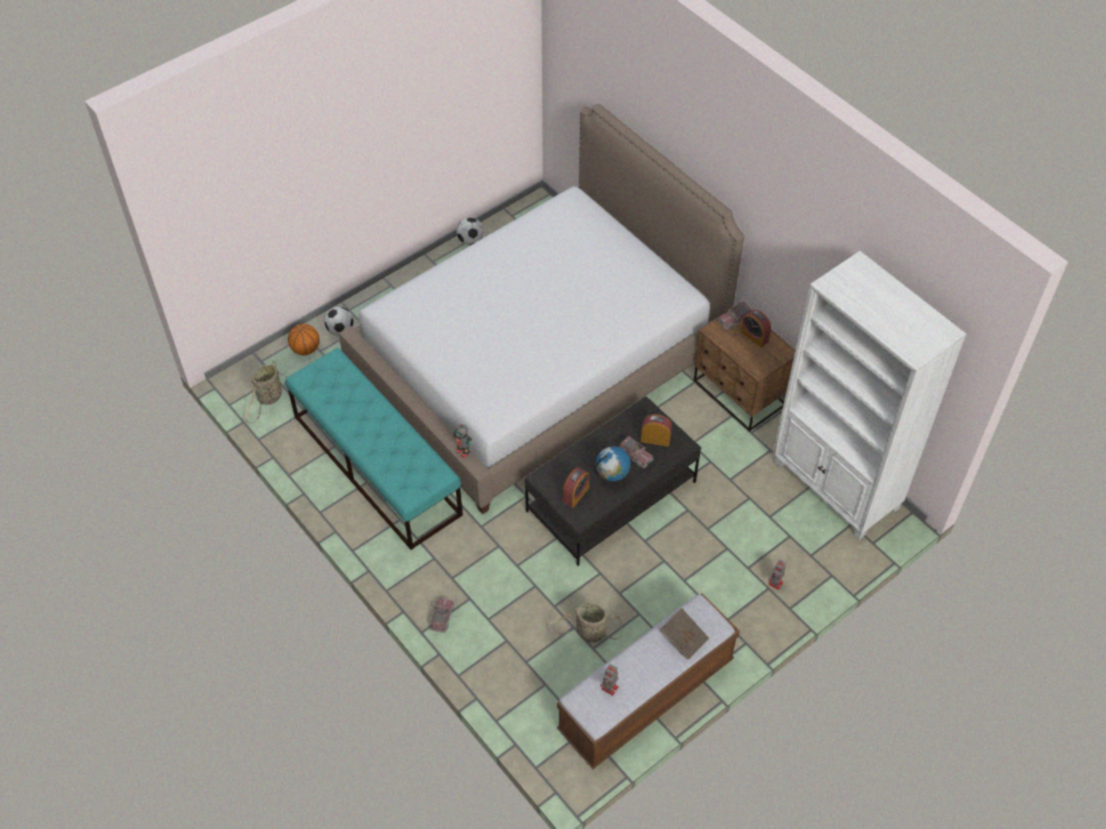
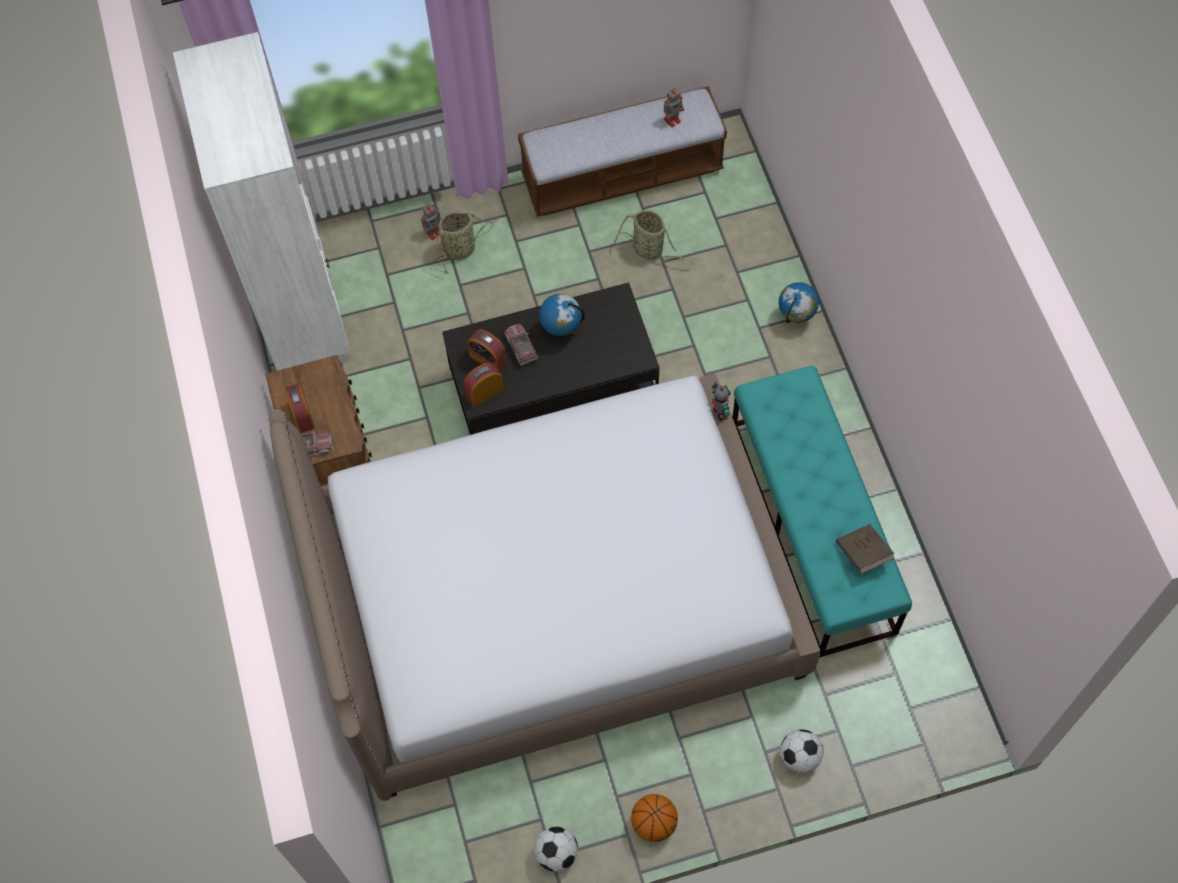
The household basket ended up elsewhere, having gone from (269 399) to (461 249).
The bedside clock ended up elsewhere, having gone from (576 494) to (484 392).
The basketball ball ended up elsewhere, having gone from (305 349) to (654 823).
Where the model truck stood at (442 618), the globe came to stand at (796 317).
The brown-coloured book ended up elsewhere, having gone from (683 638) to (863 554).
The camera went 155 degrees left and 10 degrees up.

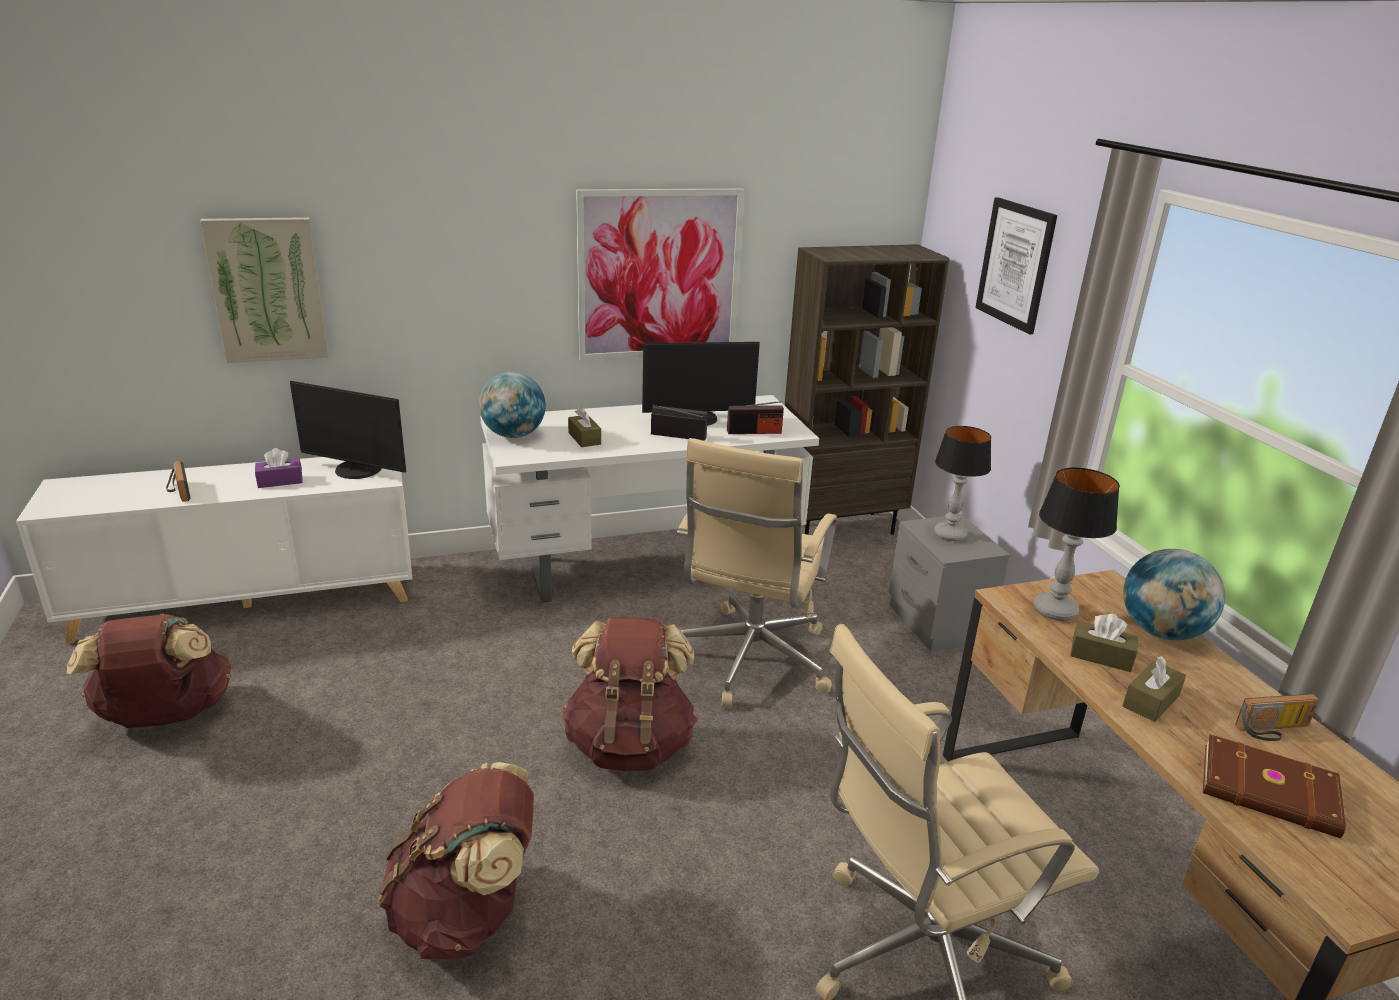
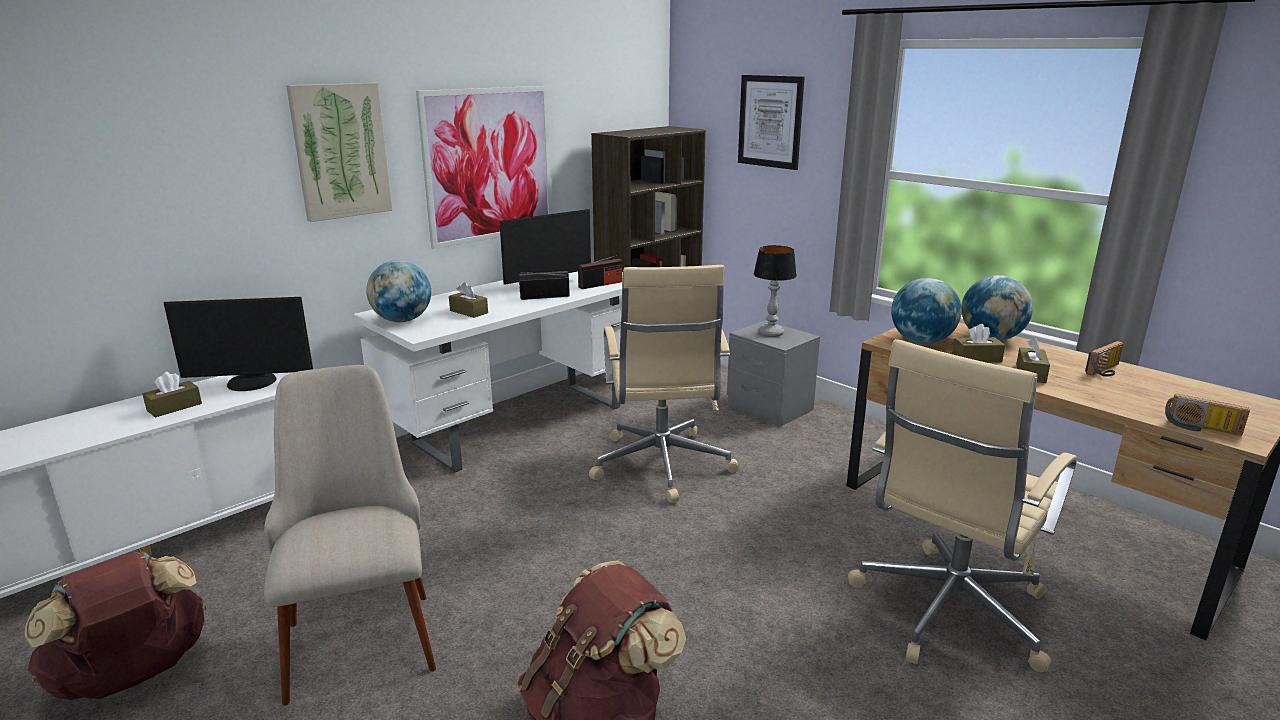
What was the purple tissue box at (280 481) turned into the brown-coloured tissue box at (174 407).
The second view gained the sand-coloured upright chair at (360 626).
The picture ended up elsewhere, having gone from (267 290) to (340 151).
Where the lamp for a table stood at (1055 610), the globe came to stand at (921 342).
The radio ended up elsewhere, having gone from (178 491) to (1201 428).
The second view lost the brown-coloured backpack at (630 744).
The second view lost the brown-coloured book at (1269 792).
The camera went 25 degrees left and 5 degrees down.

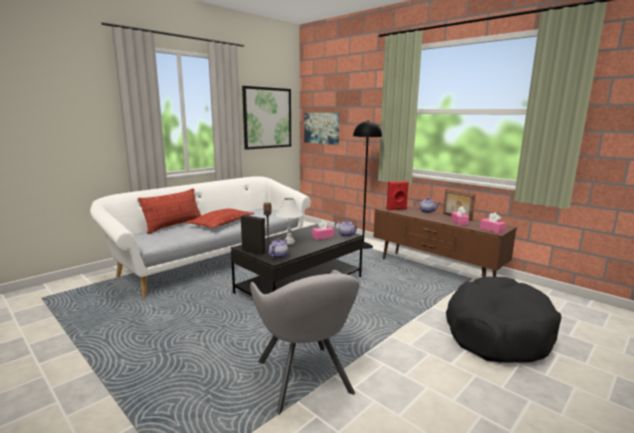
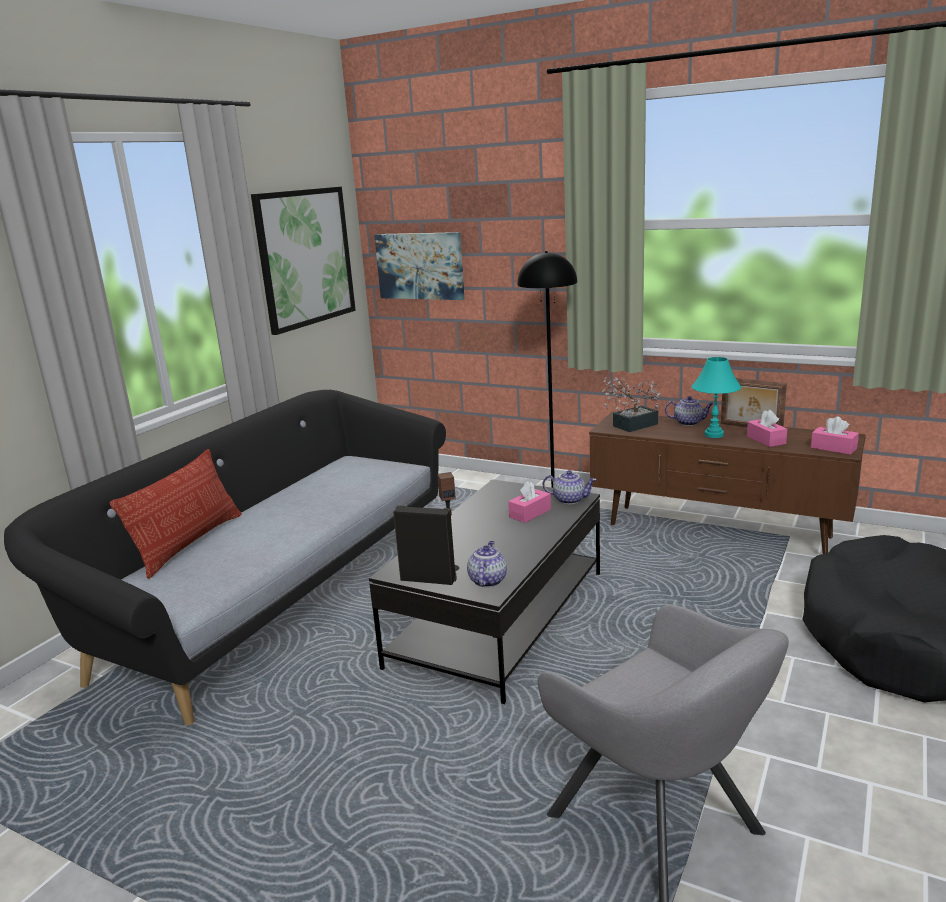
What was the white settee at (214 260) turned into the black settee at (277 595).
Where the red-coloured audio speaker stood at (396 209), the plant in a pot came to stand at (631 426).
The second view gained the turquoise-coloured lamp for a table at (714 435).
The second view lost the cushion at (221 223).
The second view lost the white lamp for a table at (289 242).
The camera went 15 degrees left and 5 degrees up.

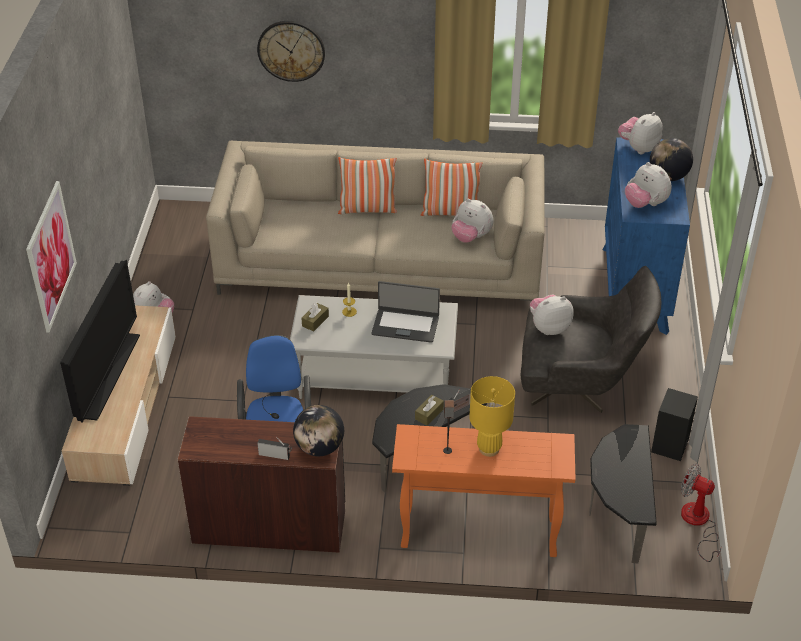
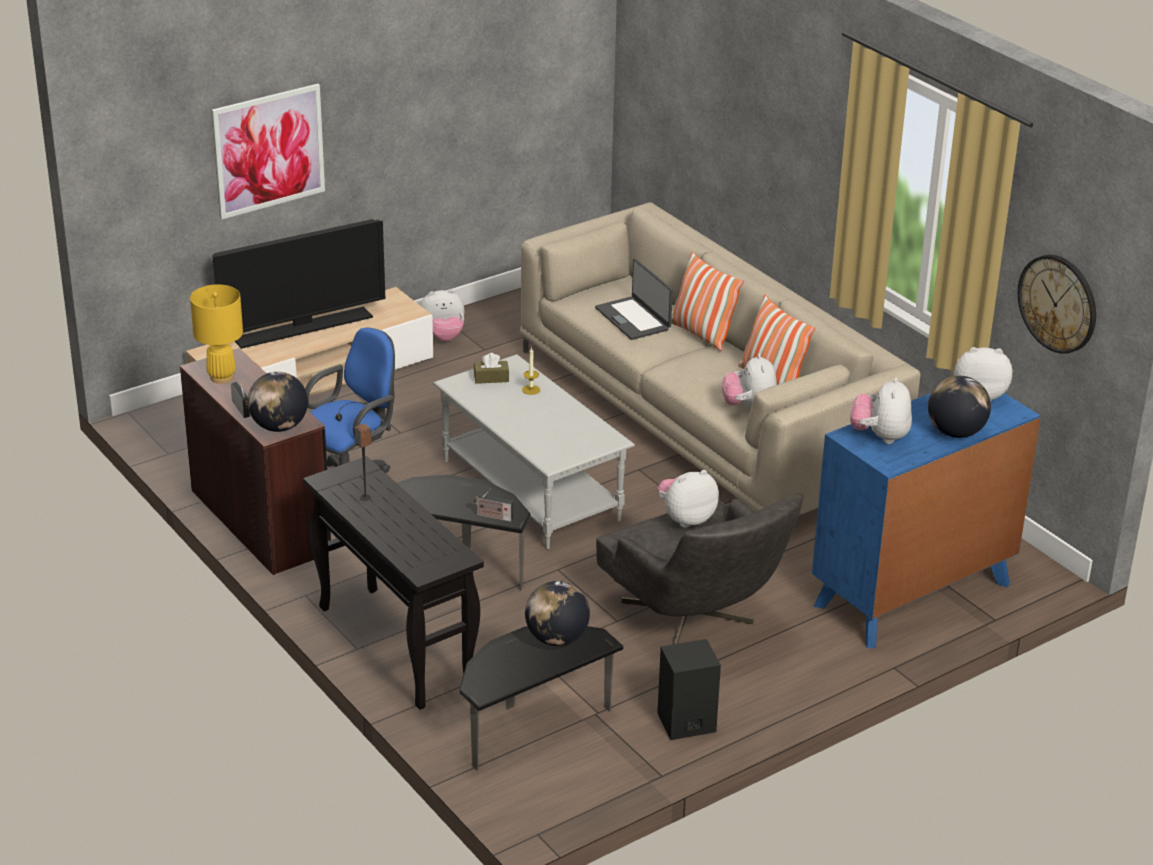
The yellow-coloured lamp for a table ended up elsewhere, having gone from (489 449) to (221 377).
What was the orange narrow table at (477 533) turned into the black narrow table at (394 646).
The second view gained the globe at (557 639).
The portable computer ended up elsewhere, having gone from (405 325) to (633 318).
The plush toy at (549 327) ended up facing another way, 60 degrees counterclockwise from before.
The clock on the wall ended up elsewhere, having gone from (291 50) to (1058 303).
The second view lost the brown-coloured tissue box at (429 414).
The second view lost the cooling fan at (698 523).
The camera went 50 degrees right and 10 degrees down.

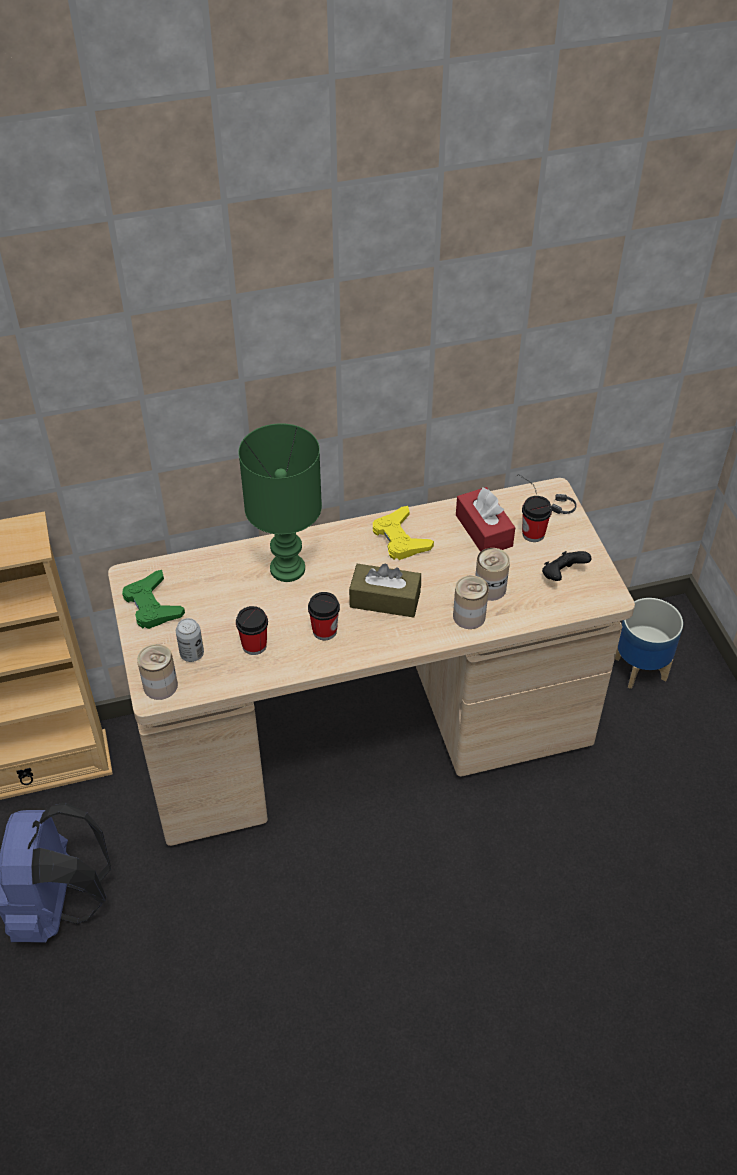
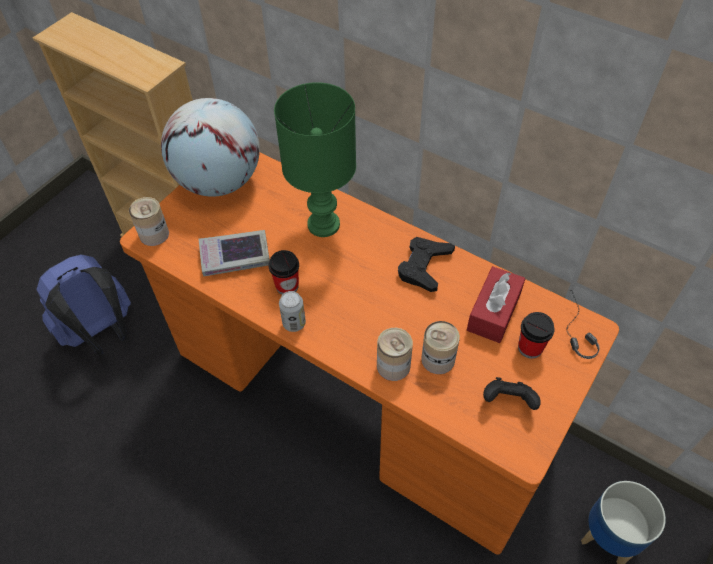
What was the sand-coloured desk at (368 739) turned into the orange desk at (359 399).
Where the green-coloured game controller stood at (152 605), the globe came to stand at (219 182).
Where the drinking cup stood at (254 645), the book came to stand at (235 257).
The metal can ended up elsewhere, having gone from (192 654) to (294 323).
What was the yellow-coloured game controller at (400 539) turned into the black game controller at (424 266).
The second view lost the brown-coloured tissue box at (385 599).
The camera went 50 degrees right and 5 degrees up.

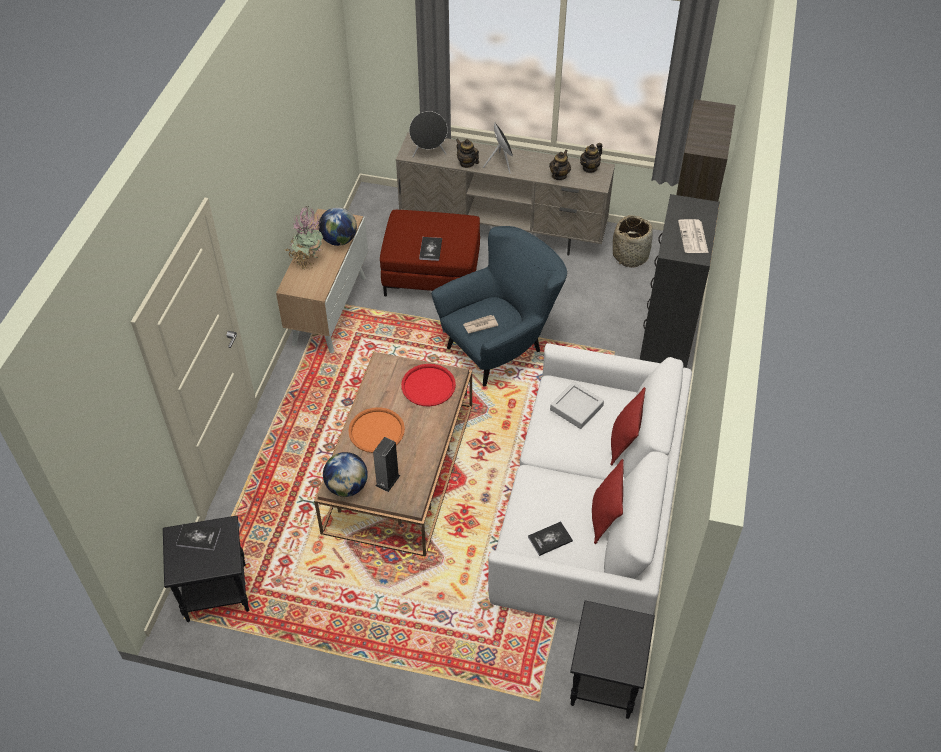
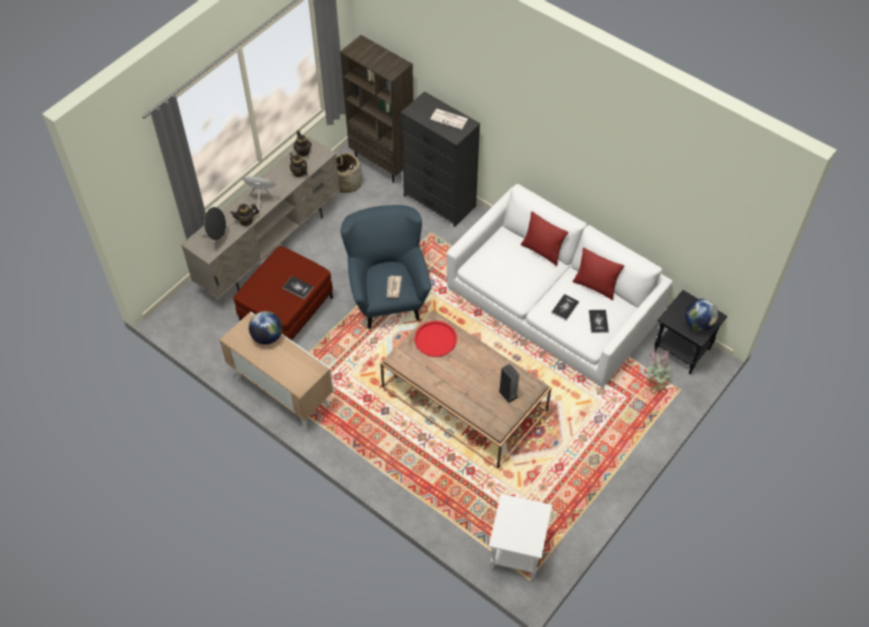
What was the black side table at (217 591) turned into the white side table at (516 551).
The book ended up elsewhere, having gone from (198 537) to (565 307).
The plant in a pot ended up elsewhere, having gone from (308 261) to (654 384).
The globe ended up elsewhere, having gone from (347 486) to (698 324).
The second view lost the orange serving tray at (376 431).
The second view lost the gray serving tray at (576 408).
The camera went 65 degrees left and 5 degrees up.

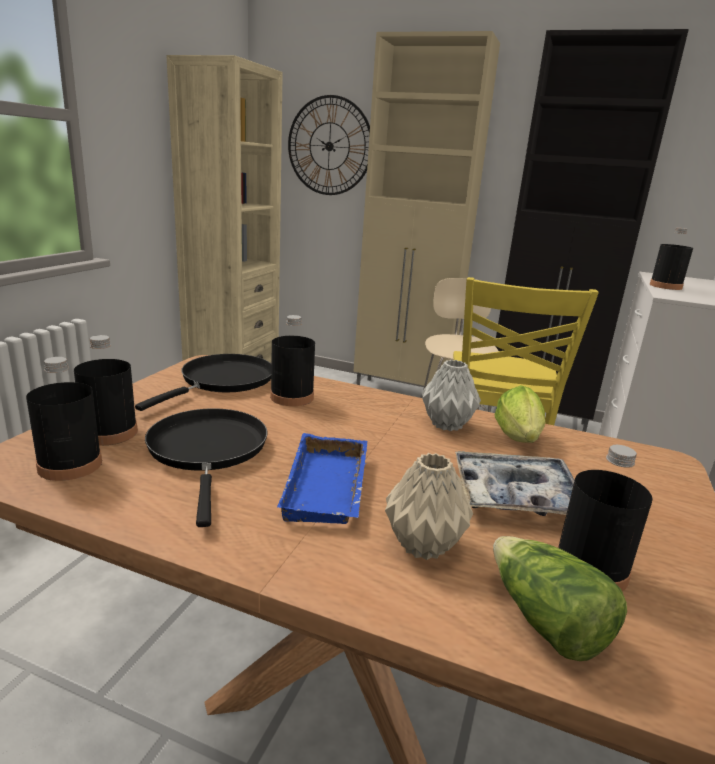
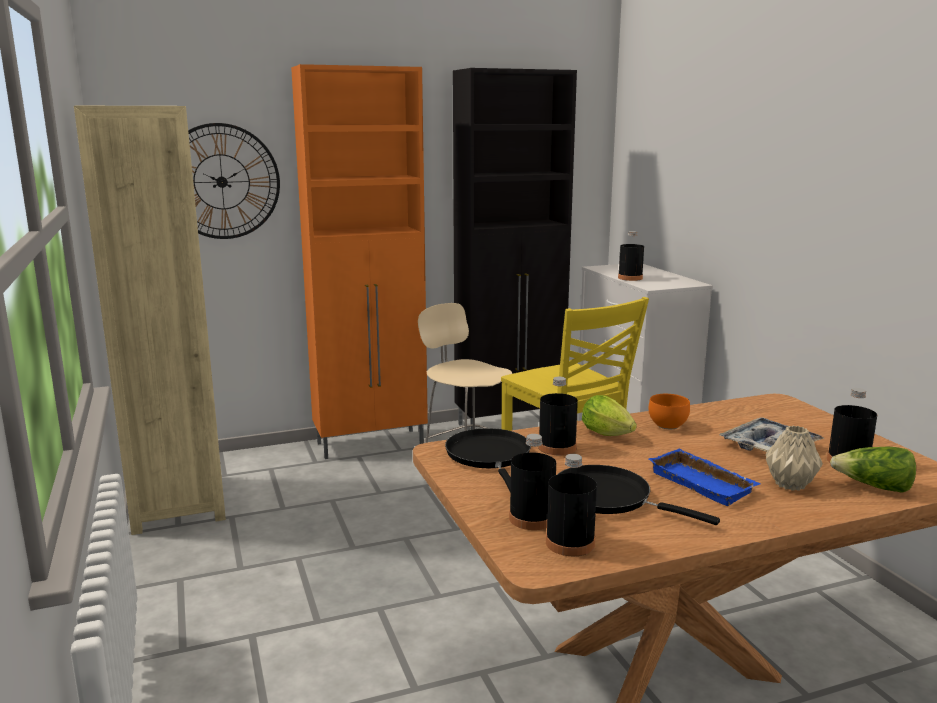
What was the sand-coloured cupboard at (403 393) turned into the orange cupboard at (372 444).
The head of lettuce ended up elsewhere, having gone from (519 440) to (609 435).
Where the gray decorative vase stood at (447 424), the orange bowl came to stand at (666 425).
The camera went 40 degrees left and 5 degrees down.

